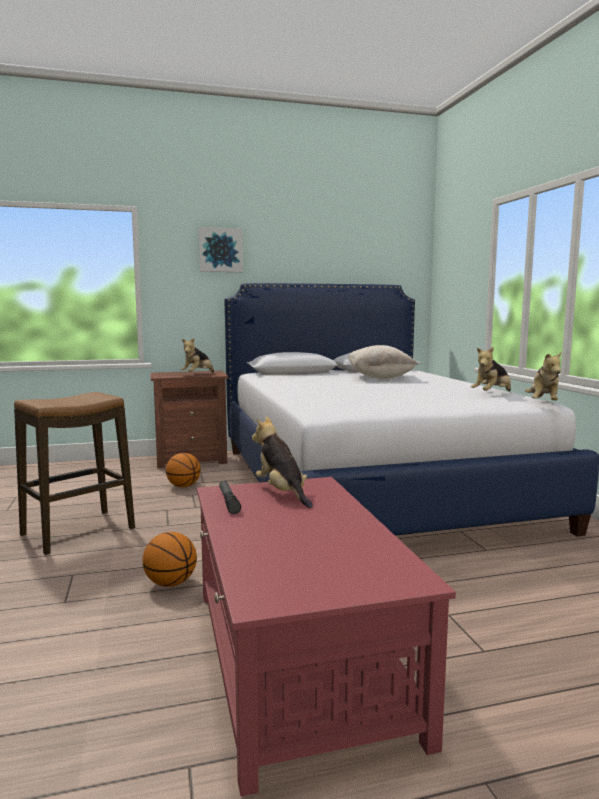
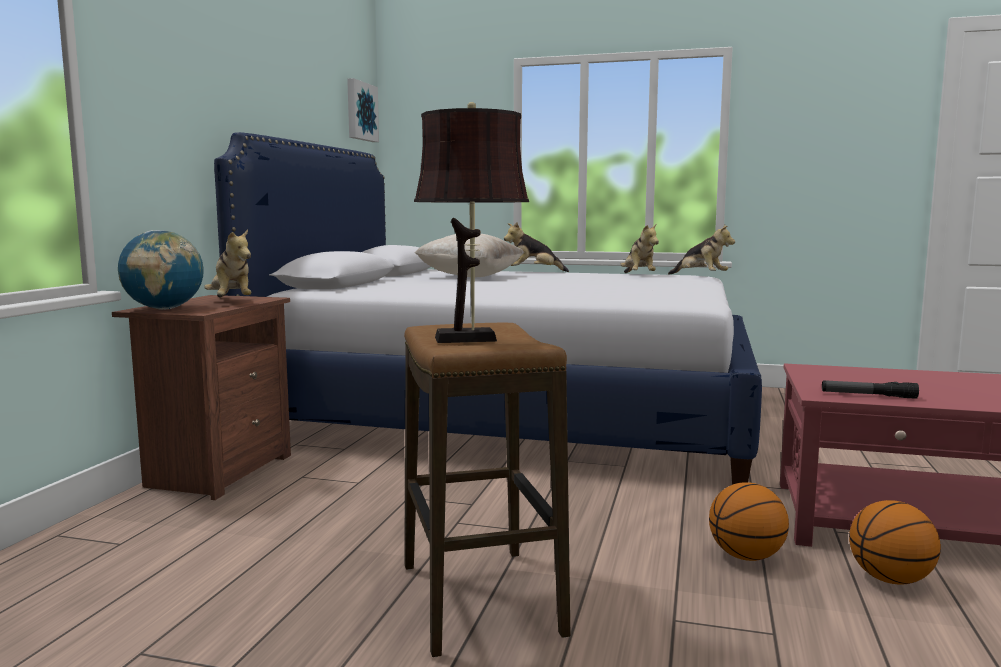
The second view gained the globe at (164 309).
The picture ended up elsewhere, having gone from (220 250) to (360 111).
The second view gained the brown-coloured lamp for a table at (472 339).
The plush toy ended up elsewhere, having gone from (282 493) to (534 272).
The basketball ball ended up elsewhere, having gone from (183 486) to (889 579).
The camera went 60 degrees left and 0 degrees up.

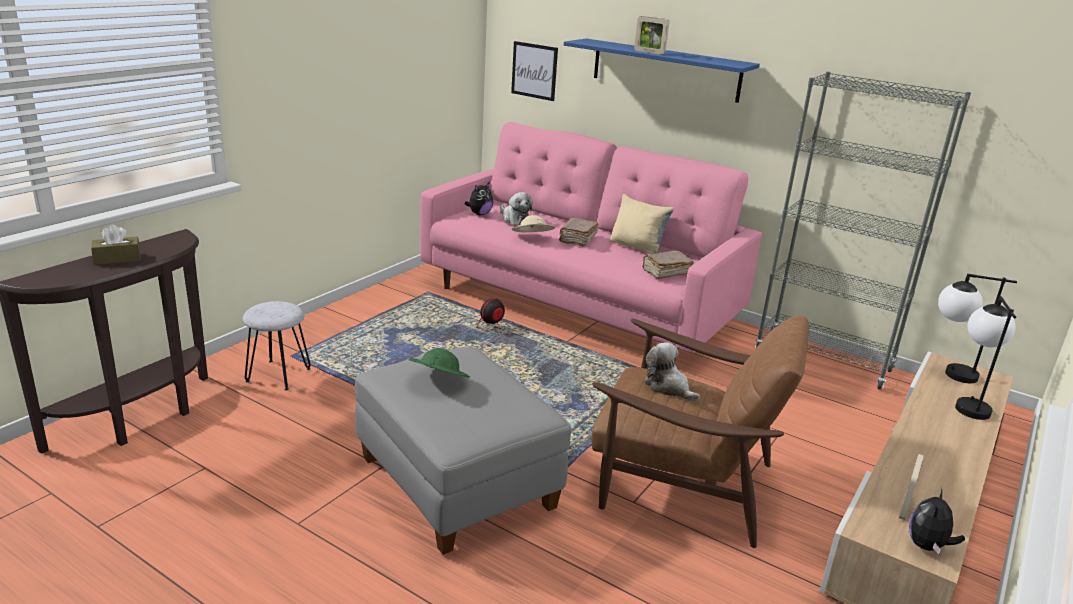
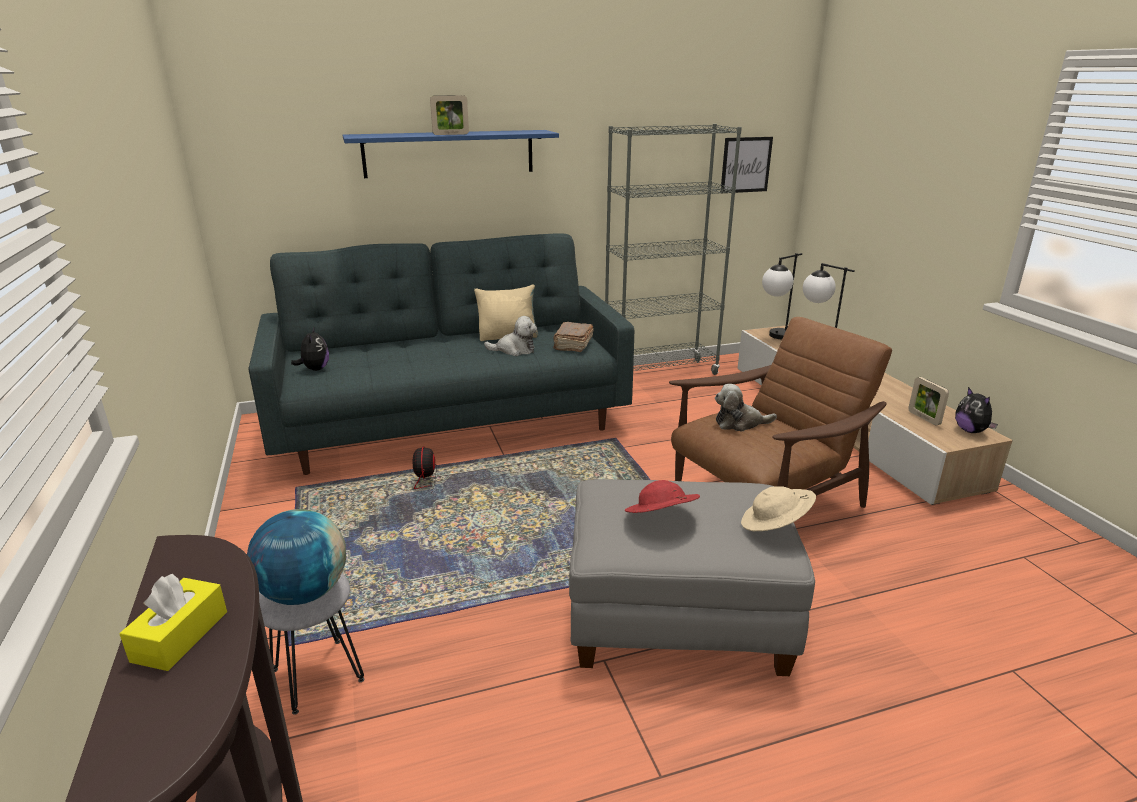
What was the brown-coloured tissue box at (117 258) turned into the yellow-coloured tissue box at (180 636).
The second view gained the globe at (304 593).
What was the pink settee at (578 305) turned into the gray settee at (452 423).
The plush toy ended up elsewhere, having gone from (514 219) to (514 350).
What was the green-coloured clothing hat at (438 381) turned into the red-coloured clothing hat at (660 519).
The picture ended up elsewhere, having gone from (534 71) to (746 165).
The sand-coloured clothing hat ended up elsewhere, having gone from (532 238) to (775 526).
The second view lost the brown-coloured book at (577 239).
The camera went 50 degrees left and 0 degrees up.

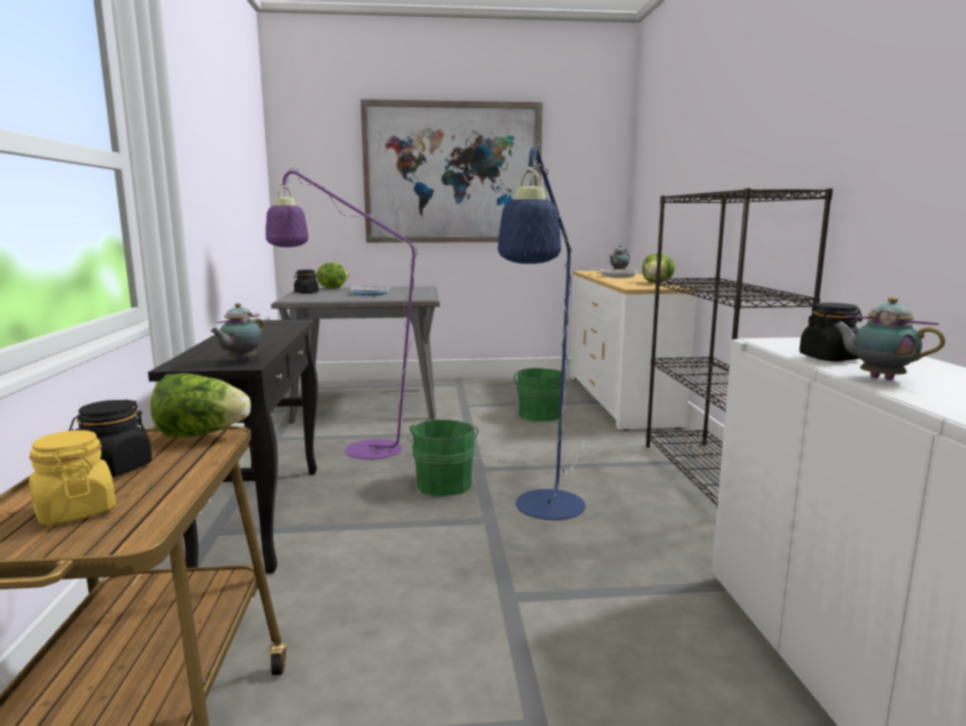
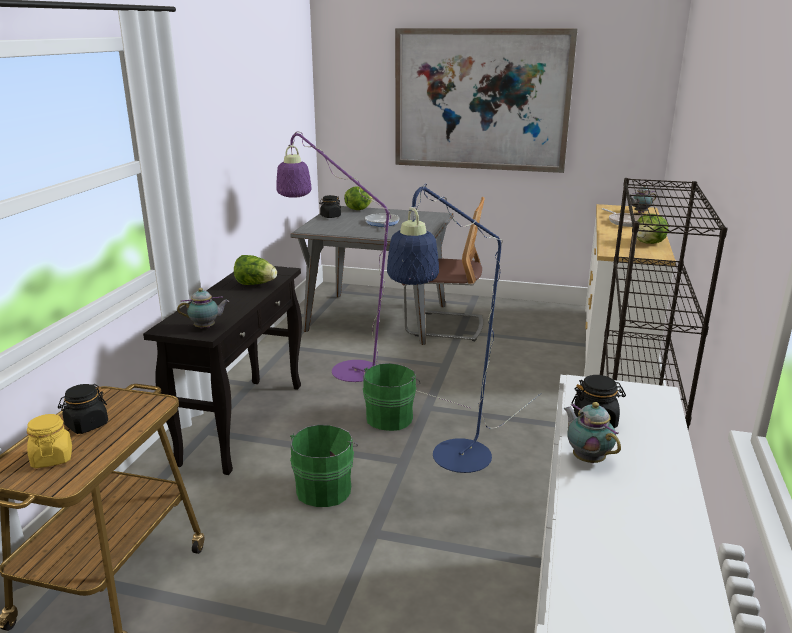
The pot for tea at (240 361) ended up facing another way, 150 degrees counterclockwise from before.
The head of lettuce ended up elsewhere, having gone from (202 435) to (255 284).
The green-coloured water bucket ended up elsewhere, having gone from (539 414) to (325 488).
The second view gained the upright chair at (444 326).
The camera went 20 degrees right and 10 degrees up.

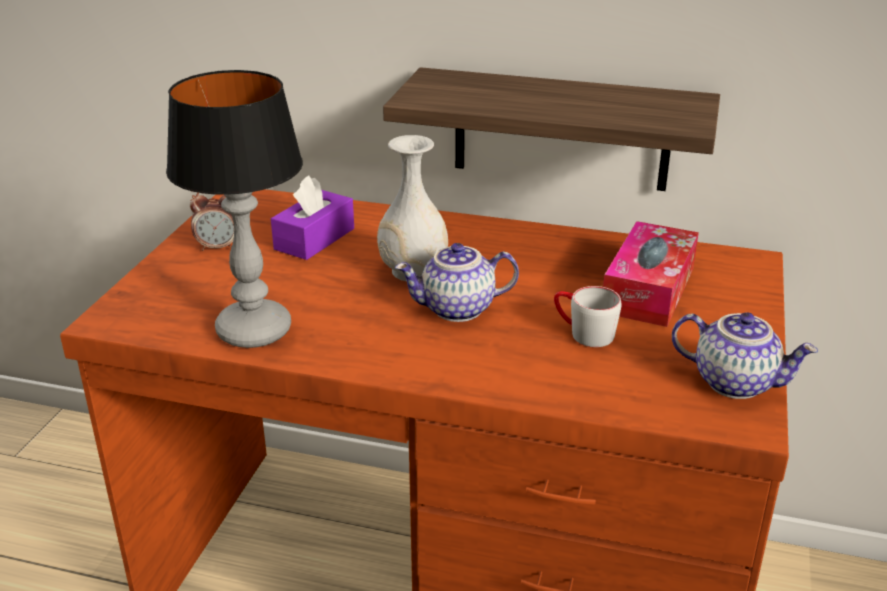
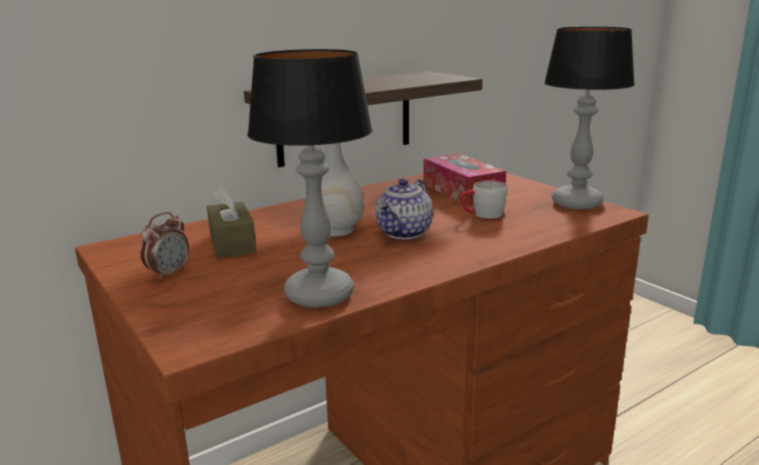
What was the purple tissue box at (314 239) turned into the brown-coloured tissue box at (232 243).
Where the pot for tea stood at (736 382), the lamp for a table came to stand at (575 203).
The camera went 50 degrees left and 10 degrees down.

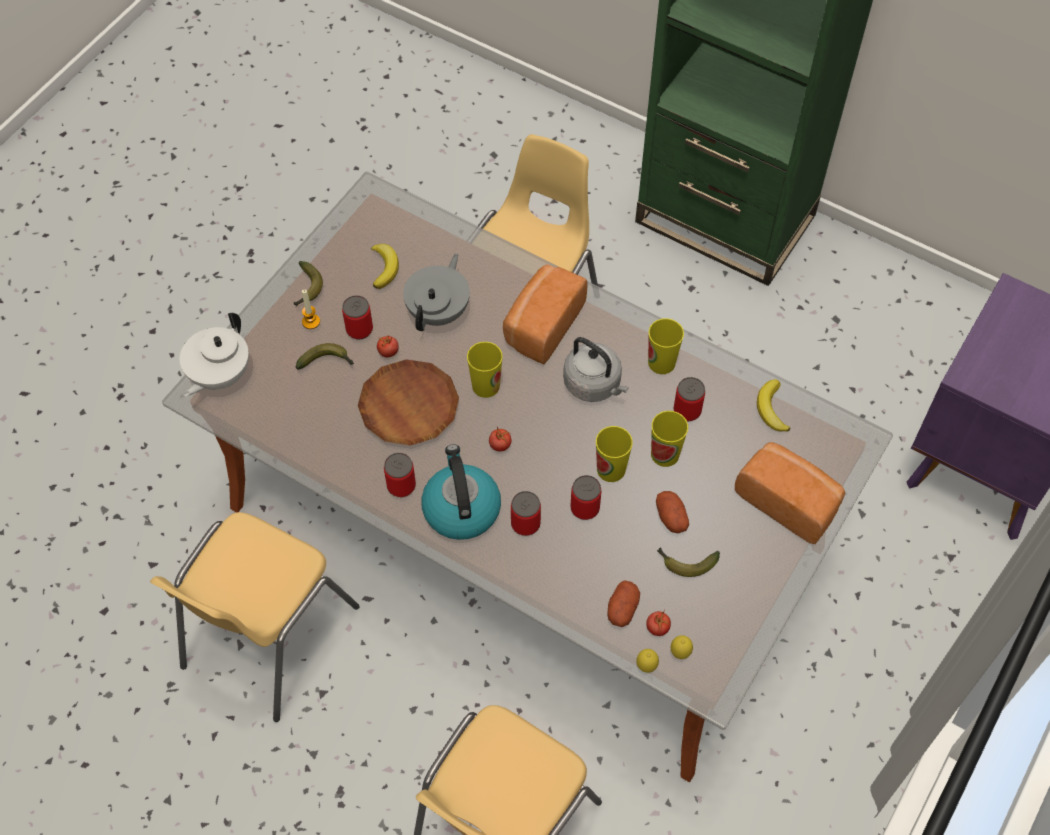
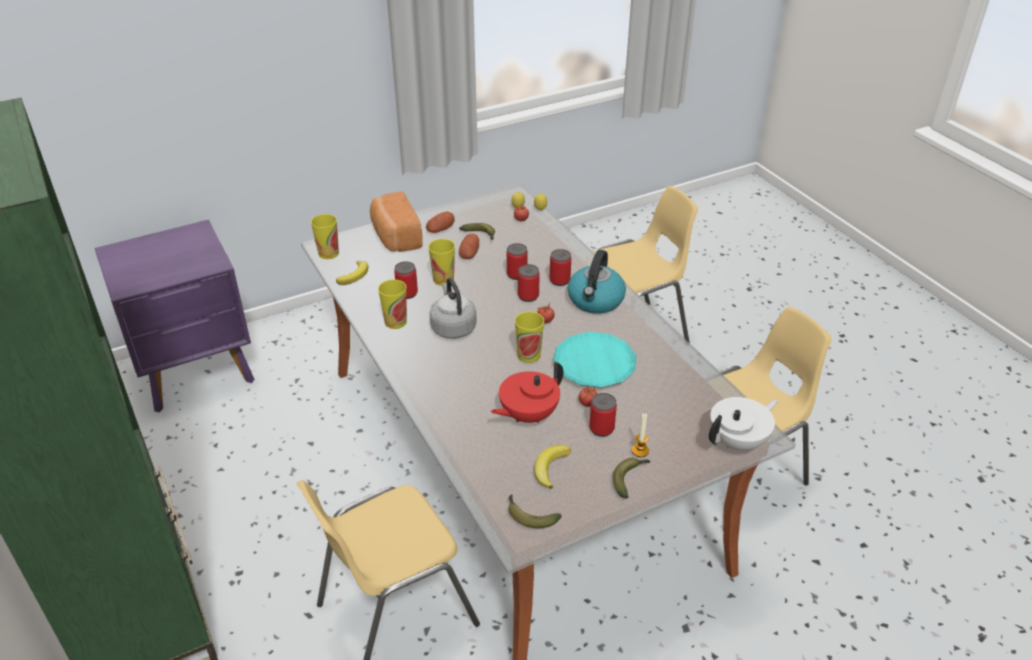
The drinking cup ended up elsewhere, having gone from (611 469) to (328 253).
The whole potato ended up elsewhere, having gone from (622 608) to (440 229).
What was the gray pot for tea at (439 311) turned into the red-coloured pot for tea at (527 415).
The whole banana ended up elsewhere, having gone from (327 361) to (529 516).
The metal can ended up elsewhere, having gone from (401 486) to (528 296).
What was the brown-coloured flat dish at (409 406) turned into the turquoise-coloured flat dish at (594 364).
The second view lost the bakery bread at (541 325).
The camera went 150 degrees left and 20 degrees down.

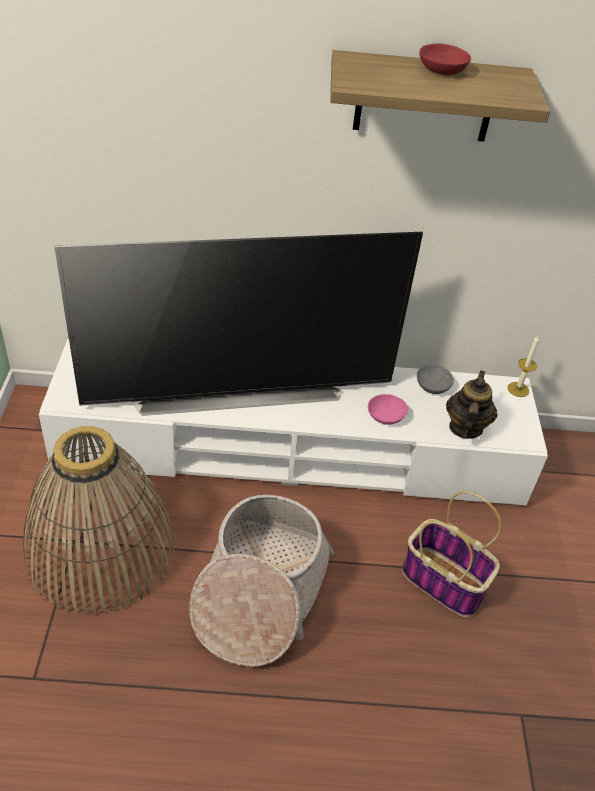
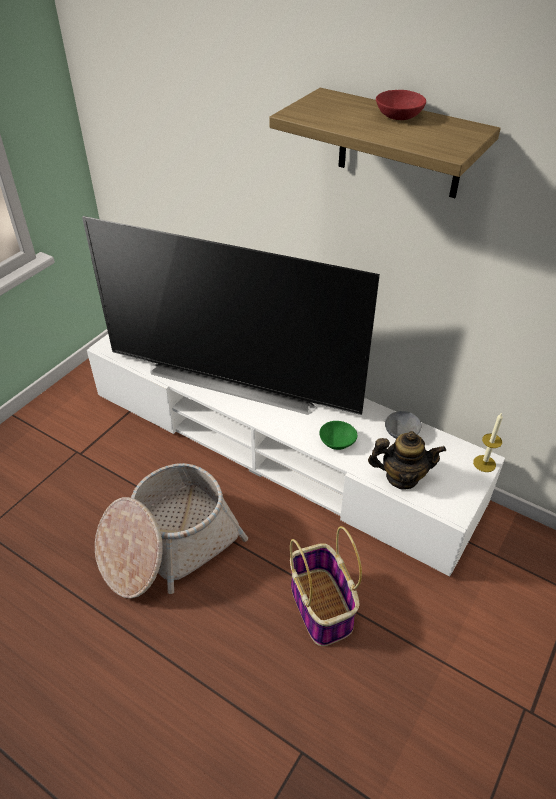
What was the pink bowl at (386 415) turned into the green-coloured bowl at (338 441).
The pot for tea at (465 427) ended up facing another way, 45 degrees clockwise from before.
The second view lost the household basket at (100 550).
The camera went 35 degrees right and 0 degrees up.

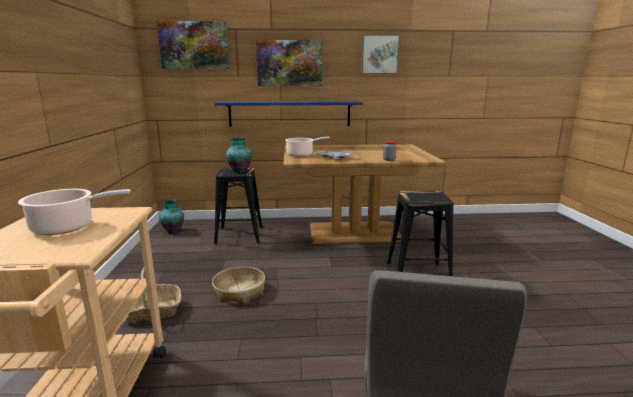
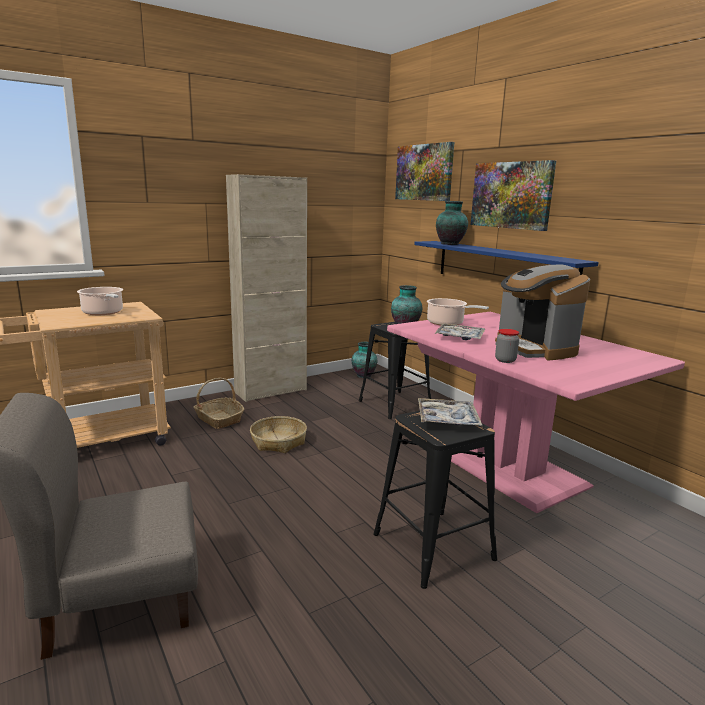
The second view gained the sand-coloured cupboard at (271 391).
What was the brown-coloured kitchen table at (354 232) turned into the pink kitchen table at (506 465).
The second view gained the serving tray at (447 419).
The second view gained the decorative vase at (450 244).
The second view gained the coffee machine at (534 348).
The second view lost the picture at (379 54).
The camera went 60 degrees right and 0 degrees up.

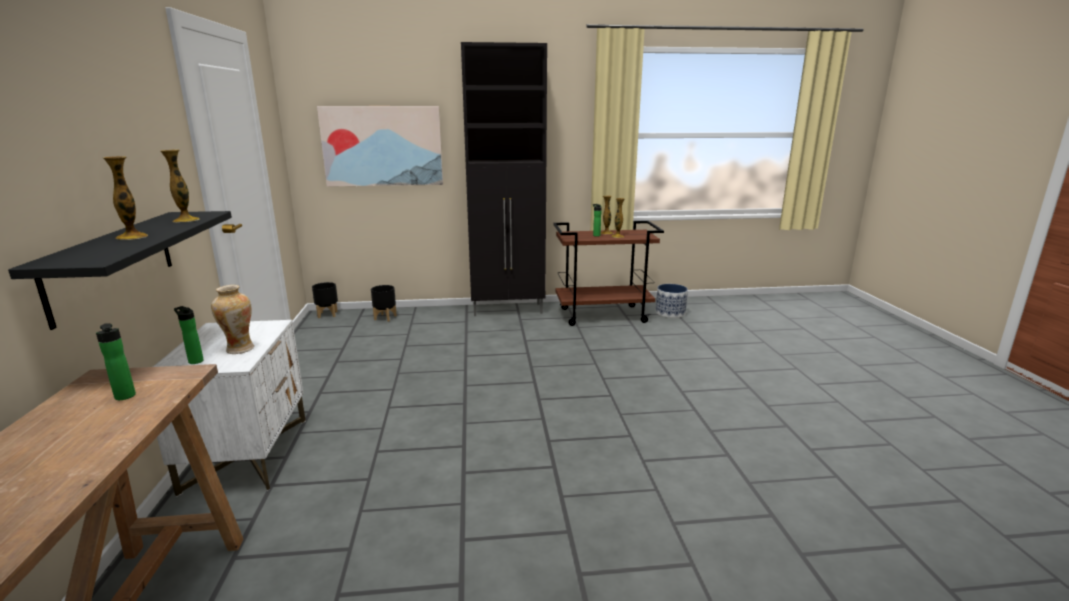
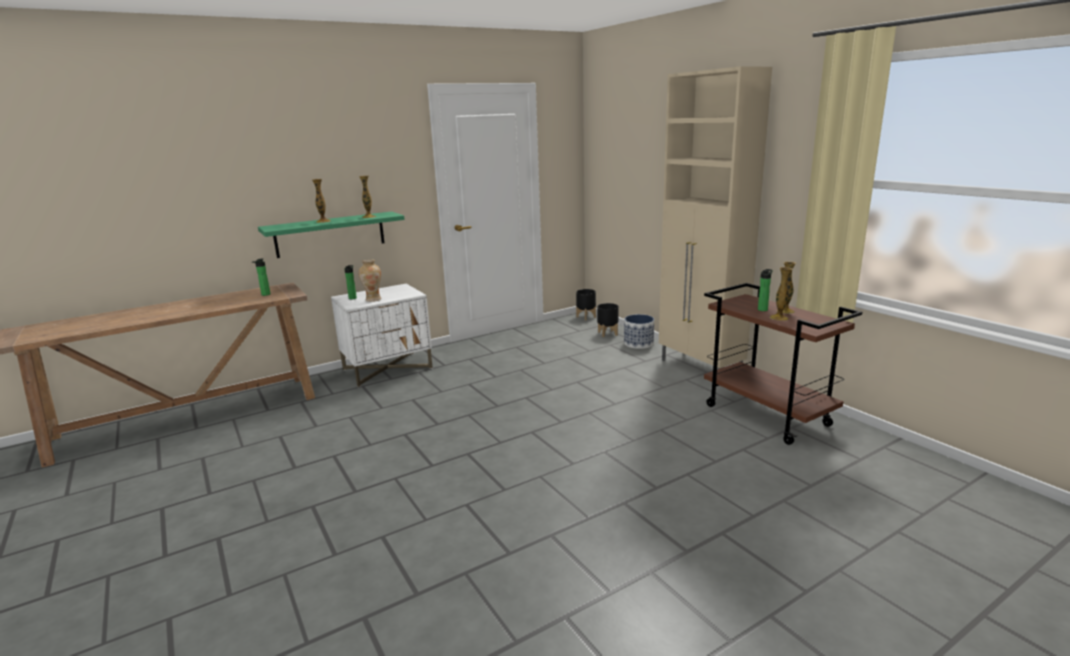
What was the black bracket shelf at (112 264) turned into the green-coloured bracket shelf at (330 234).
The flower pot ended up elsewhere, having gone from (670 313) to (638 344).
What was the black cupboard at (508 310) turned into the sand-coloured cupboard at (700 368).
The second view lost the picture at (382 146).
The camera went 65 degrees right and 0 degrees up.

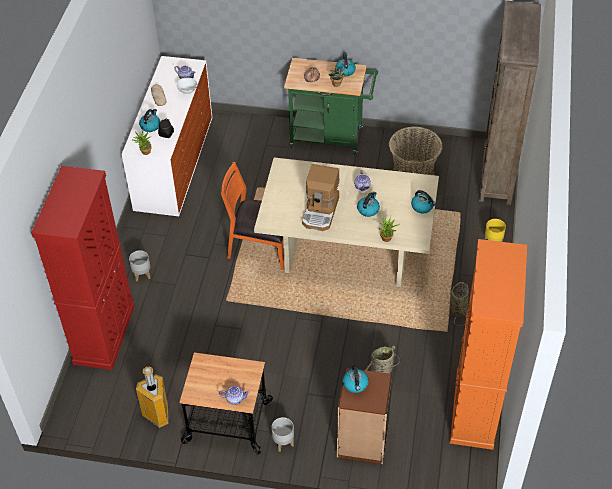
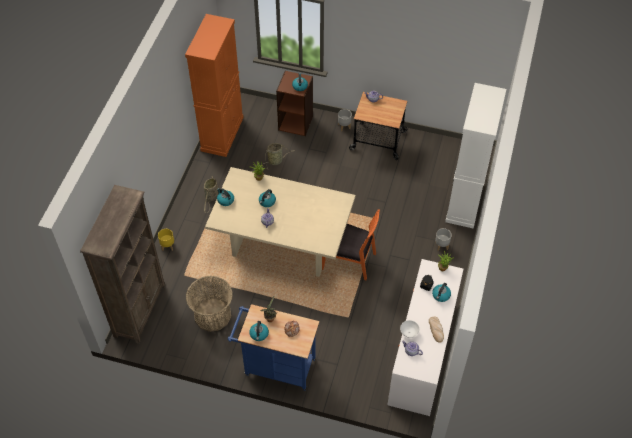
What was the green-coloured wheeled cart at (331 138) turned into the bluish wheeled cart at (276 366).
What was the red-coloured cupboard at (104 334) turned into the white cupboard at (464 203).
The second view lost the rubbish bin at (158 415).
The second view lost the coffee machine at (321 211).
The camera went 175 degrees left and 5 degrees up.

